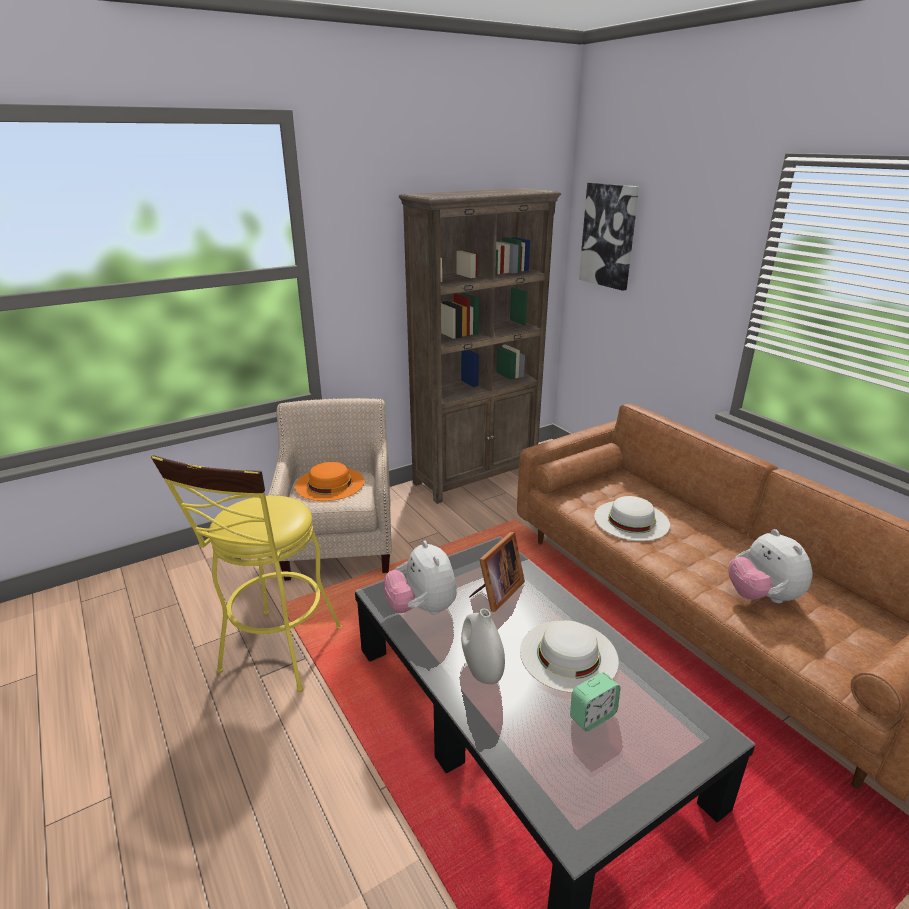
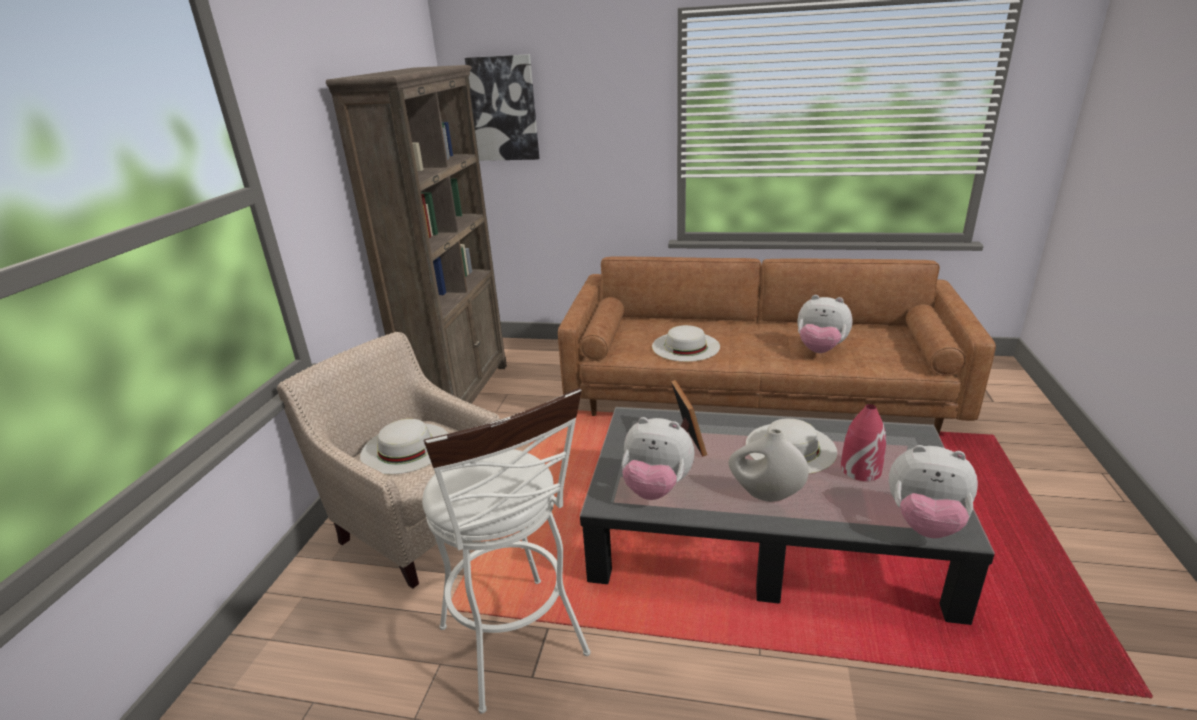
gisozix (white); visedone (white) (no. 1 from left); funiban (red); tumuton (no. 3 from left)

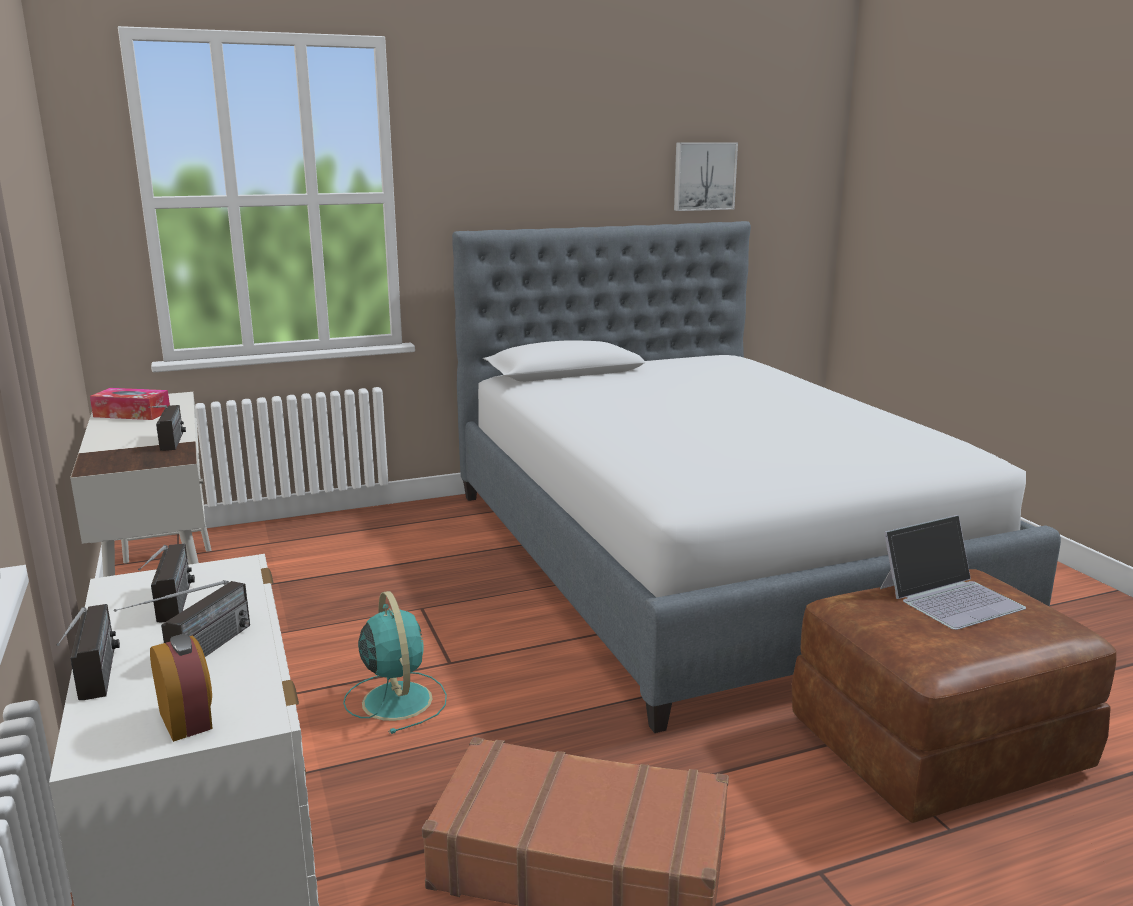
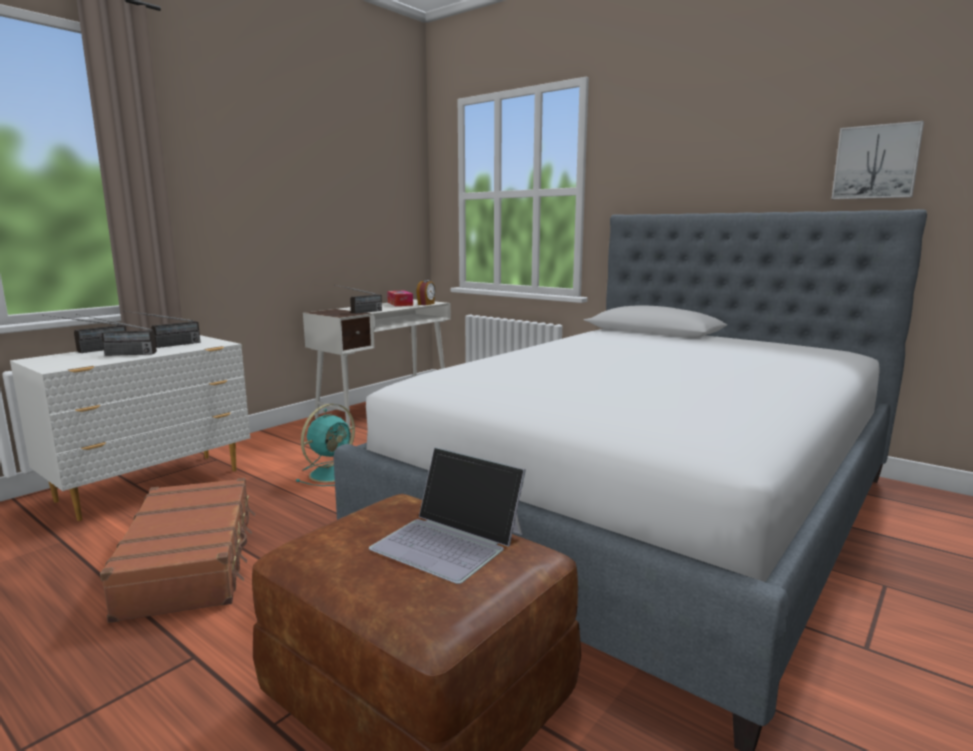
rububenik

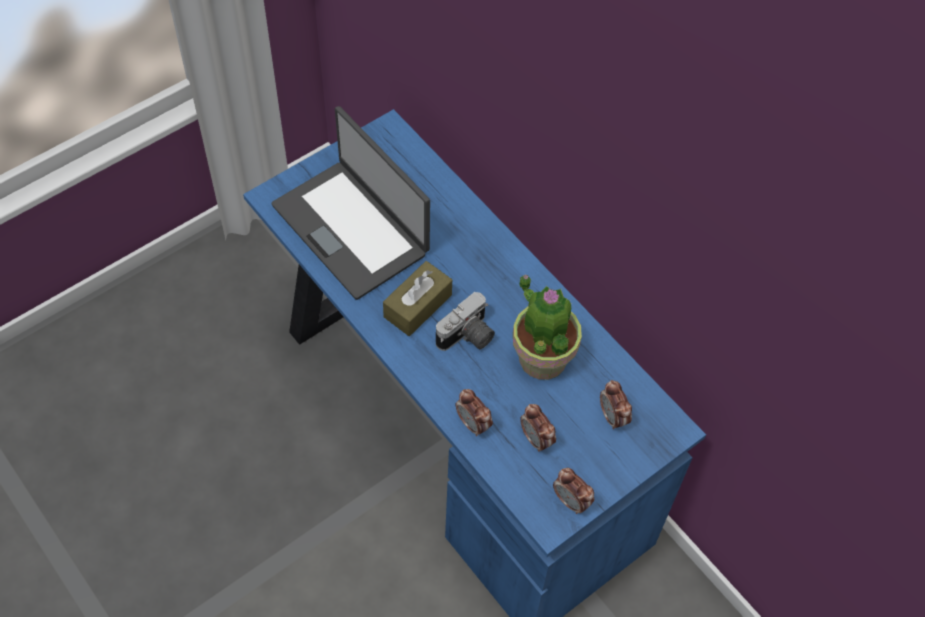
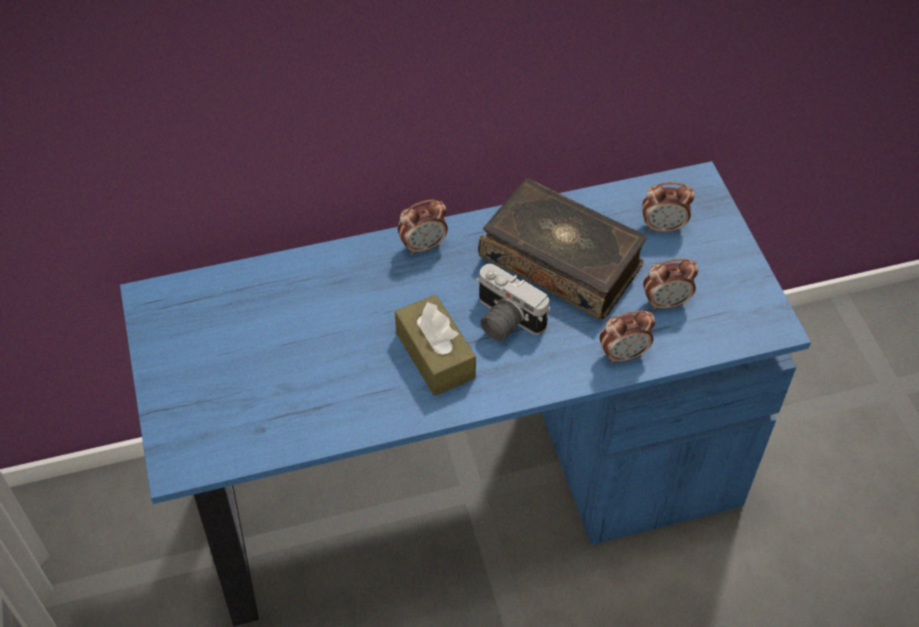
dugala; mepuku; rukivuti; rububenik (no. 1 from left)

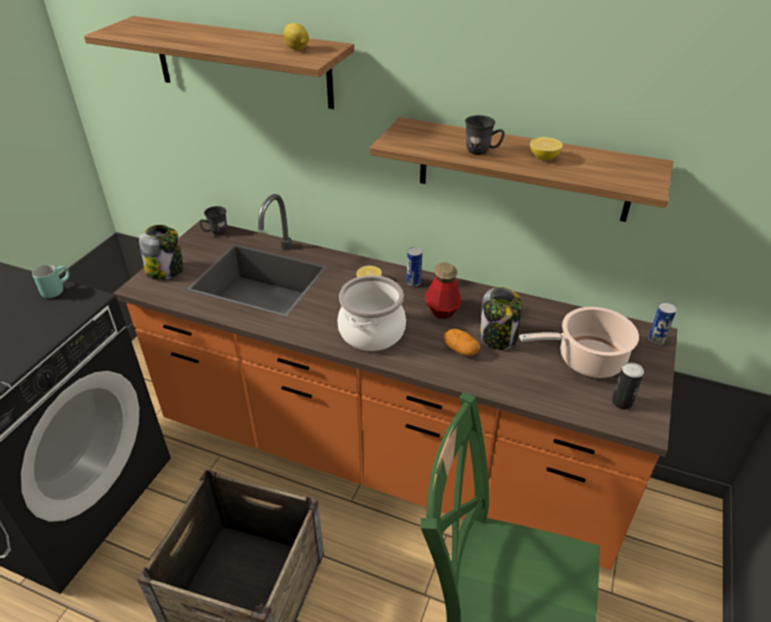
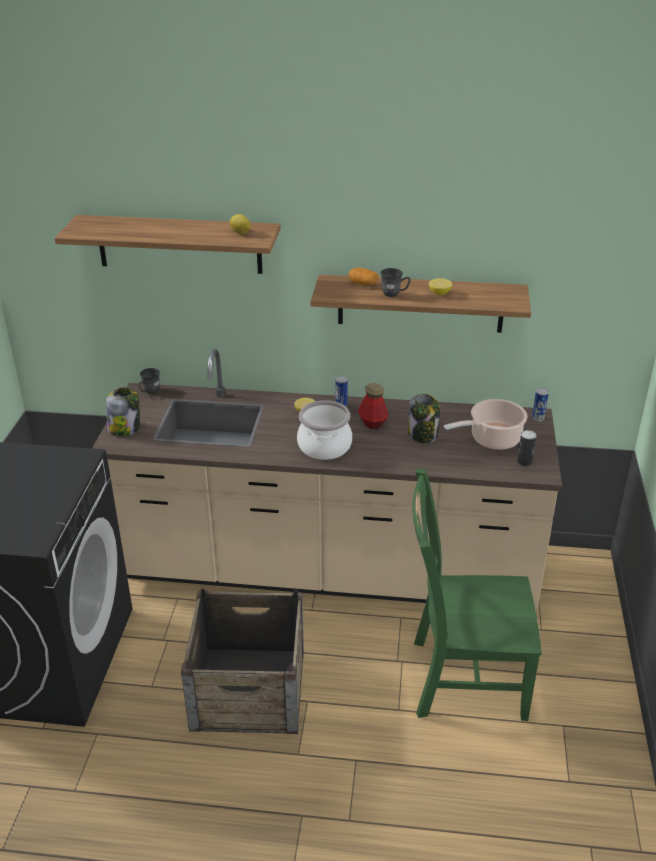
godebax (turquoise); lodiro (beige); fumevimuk

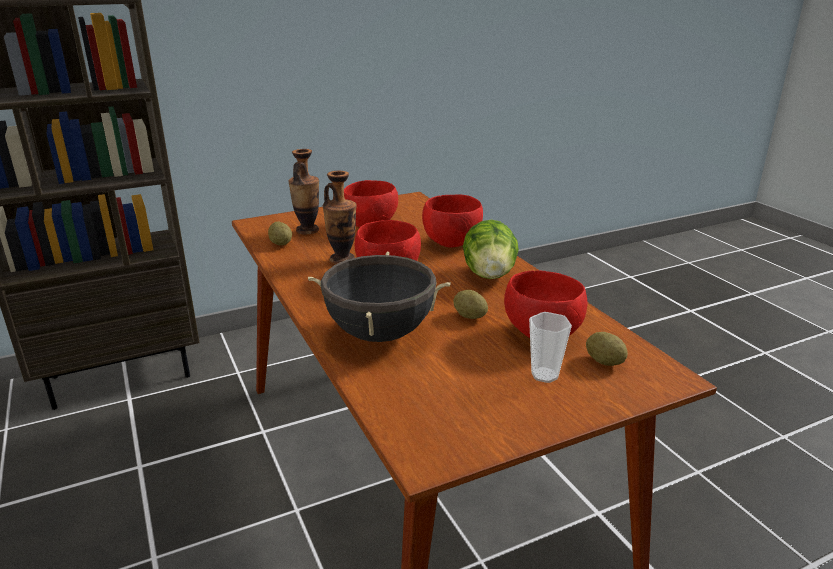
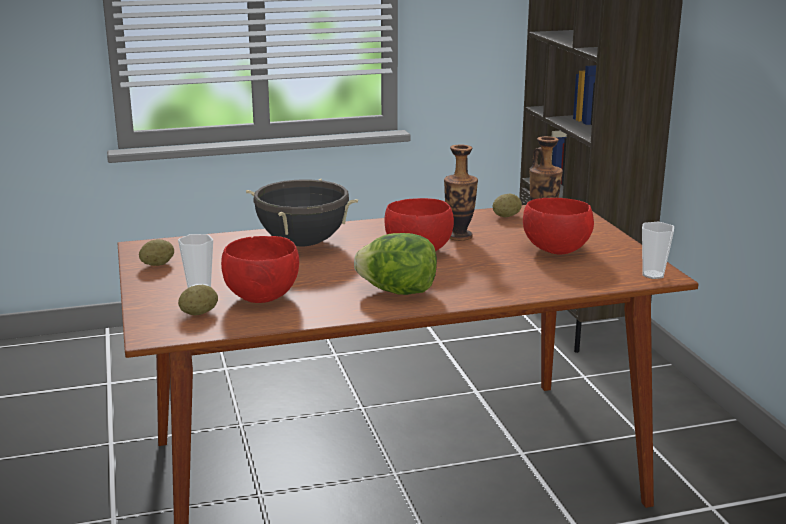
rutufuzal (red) (no. 3 from left in the first image); fumevimuk (no. 1 from left); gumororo (no. 2 from left)

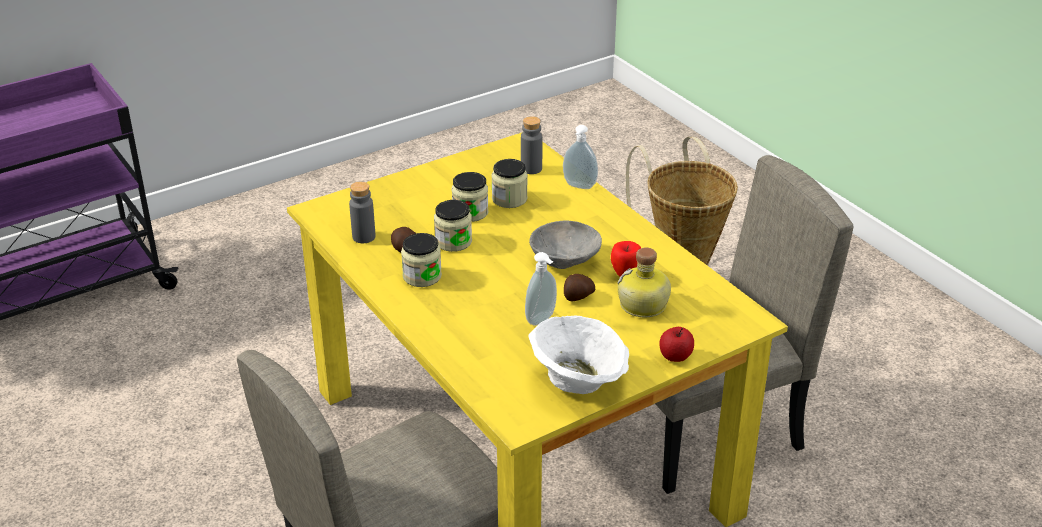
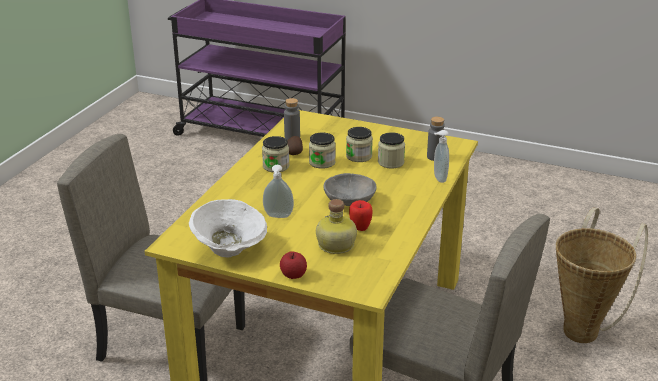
fumevimuk (no. 2 from left in the first image)

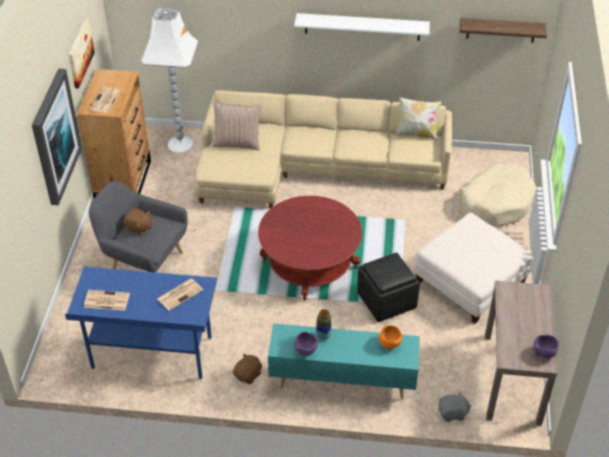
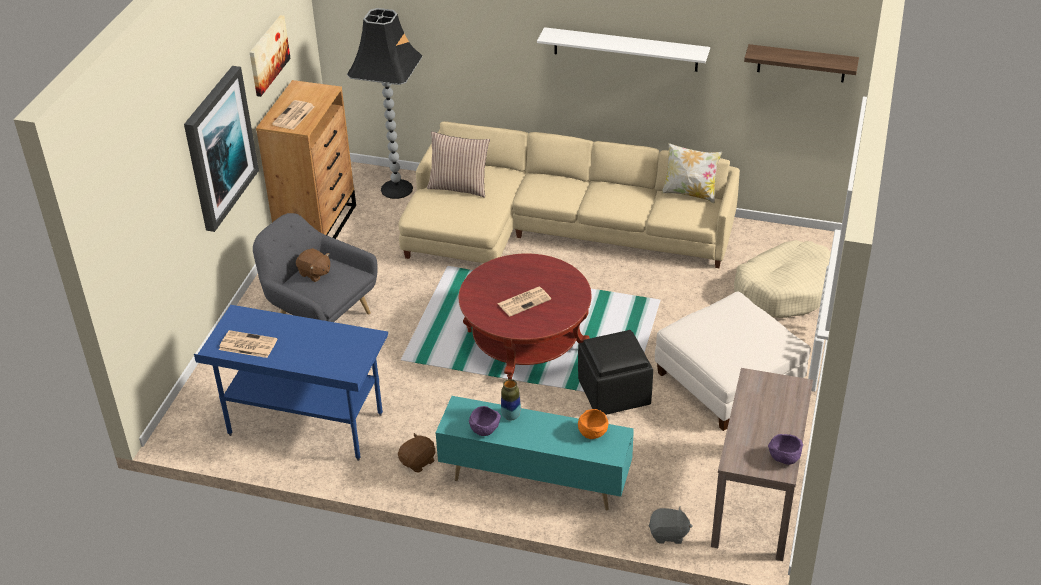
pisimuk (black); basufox (no. 3 from left)

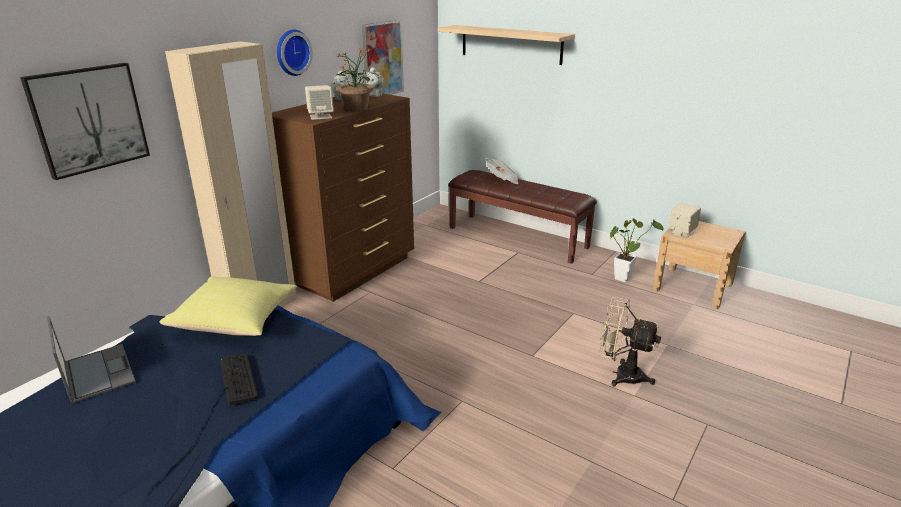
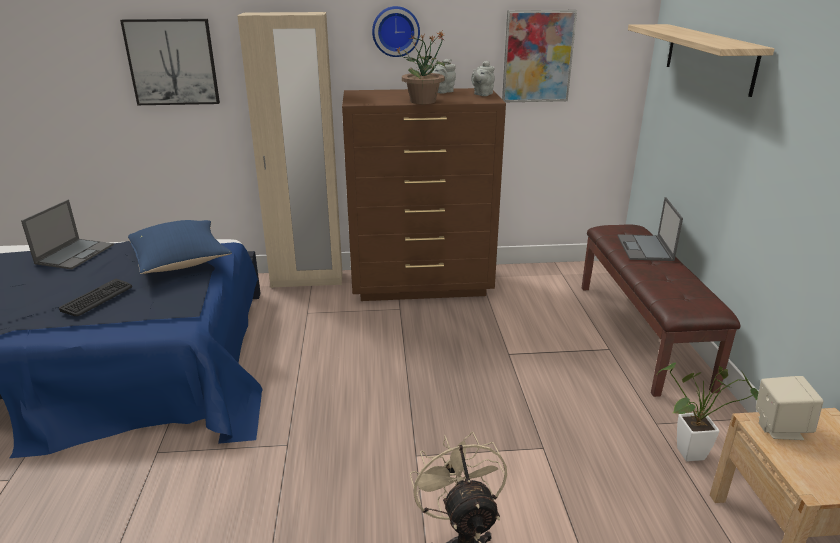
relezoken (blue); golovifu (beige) (no. 1 from left in the first image); dugala (no. 2 from left)

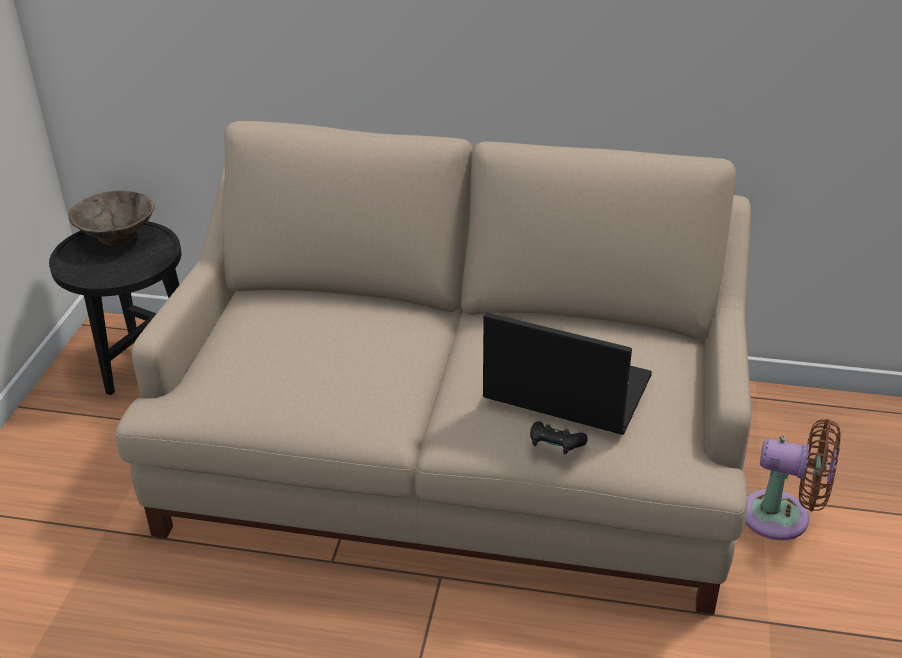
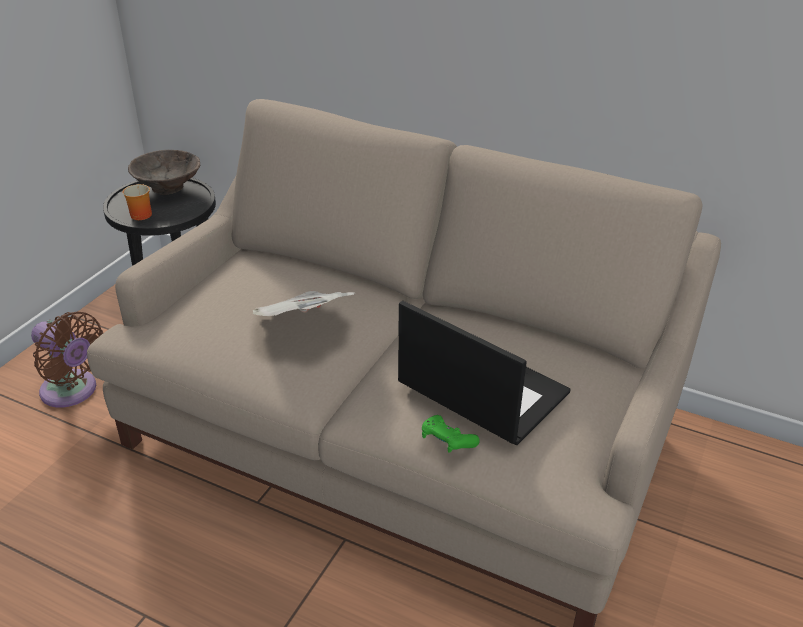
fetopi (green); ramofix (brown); godebax; basufox

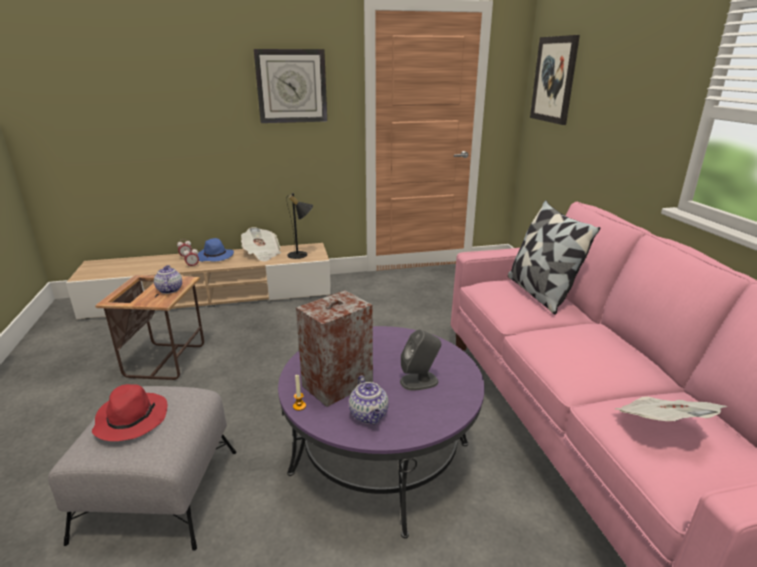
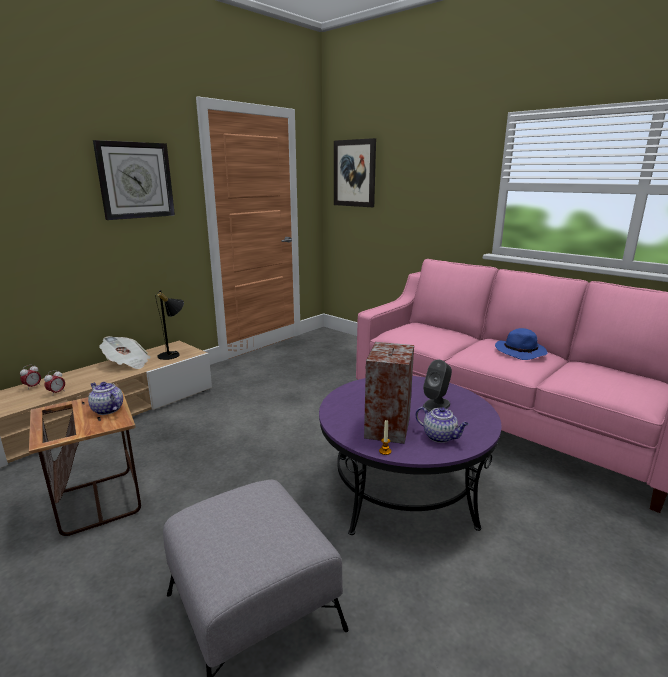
visedone (red); visedone (blue); relezoken; basufox (no. 2 from left in the first image)

